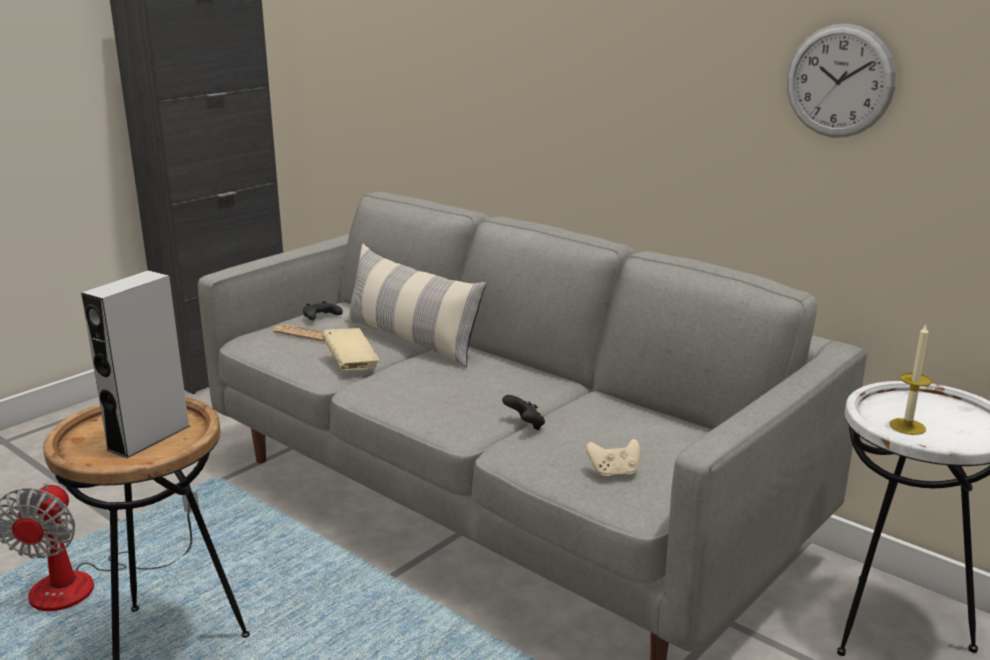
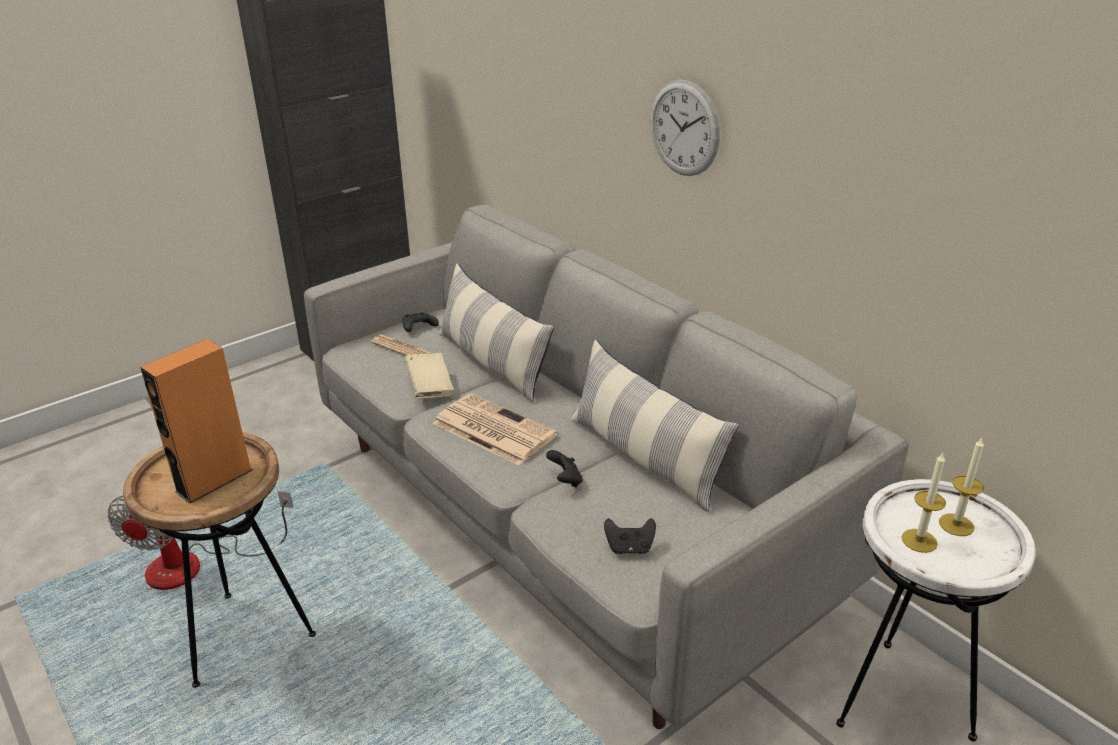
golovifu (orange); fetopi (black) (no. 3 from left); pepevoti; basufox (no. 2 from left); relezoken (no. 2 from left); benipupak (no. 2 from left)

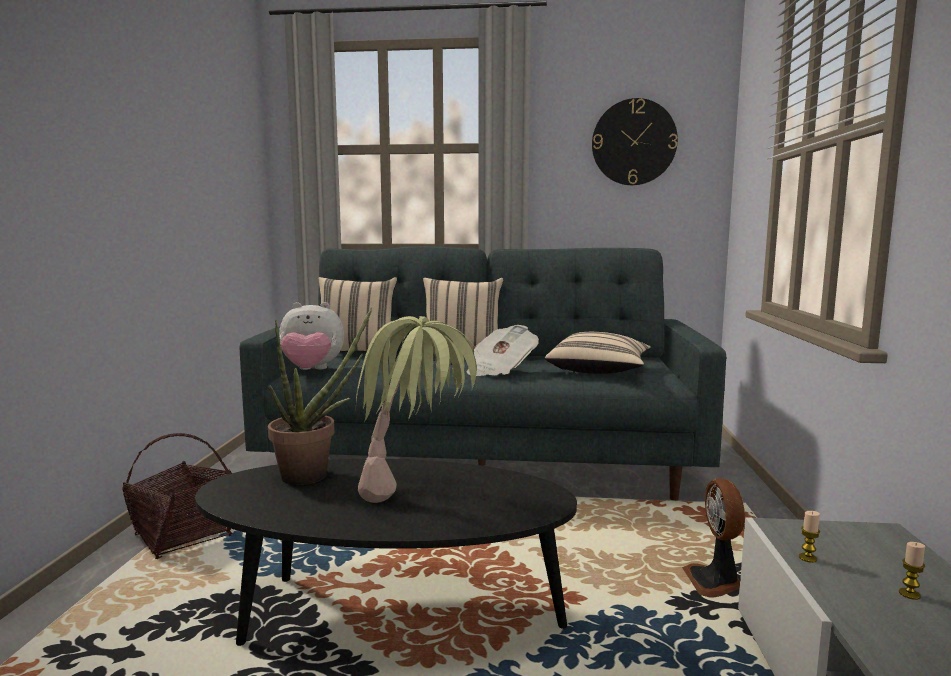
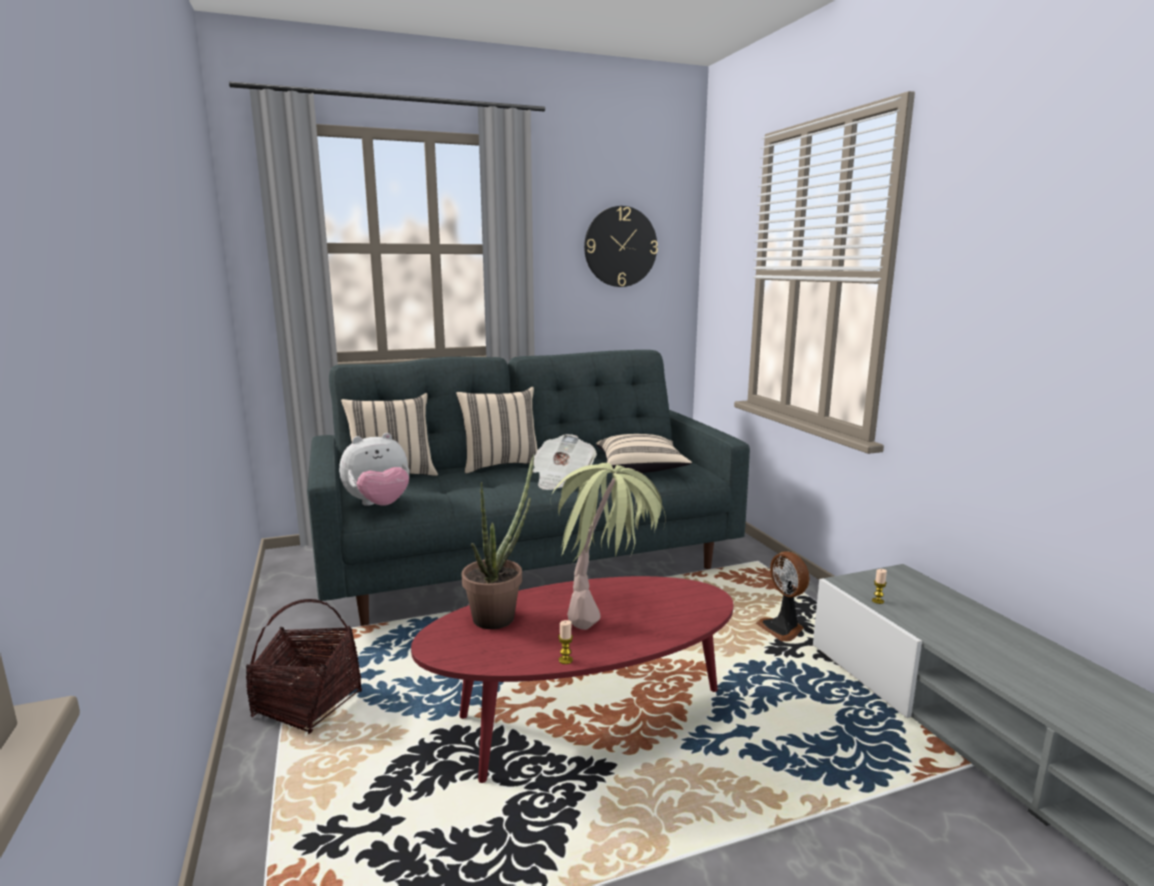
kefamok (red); benipupak (no. 1 from left)

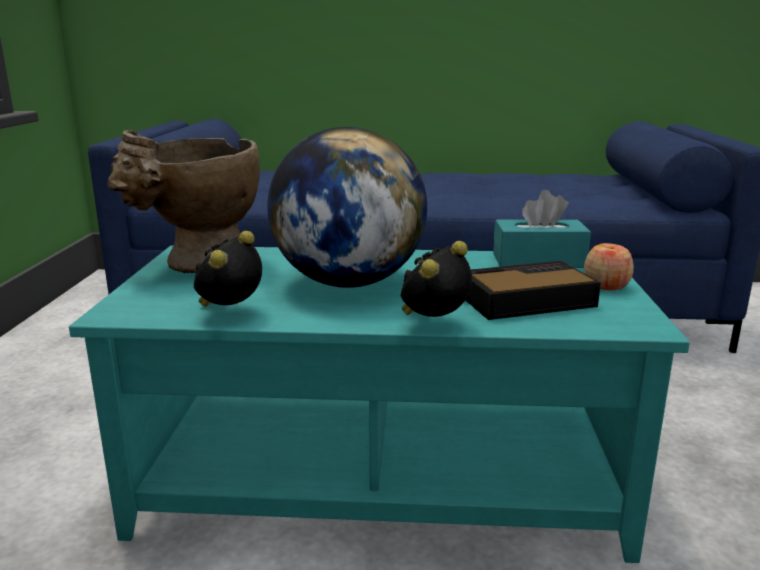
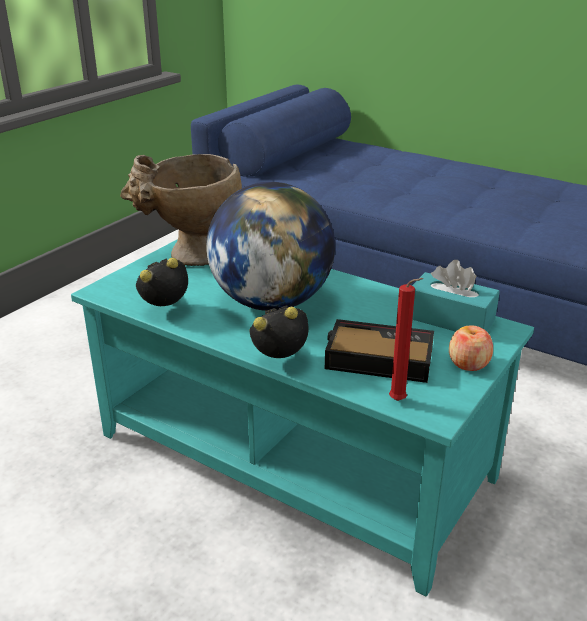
benipupak (red)

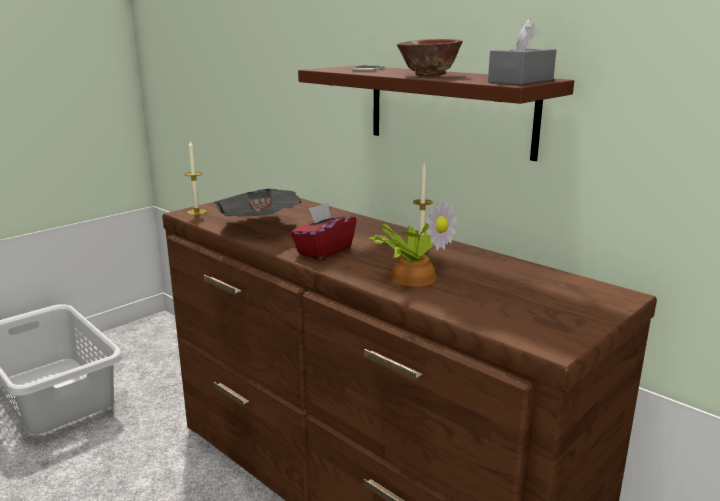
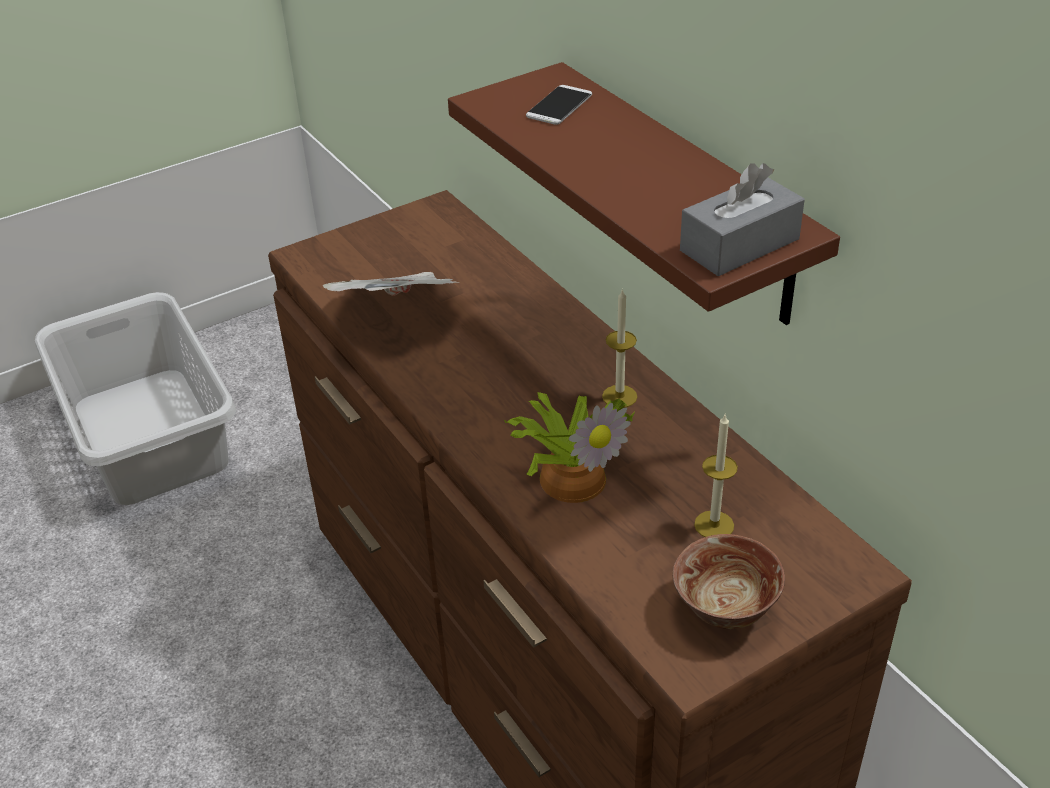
benipupak (no. 2 from left); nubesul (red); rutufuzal

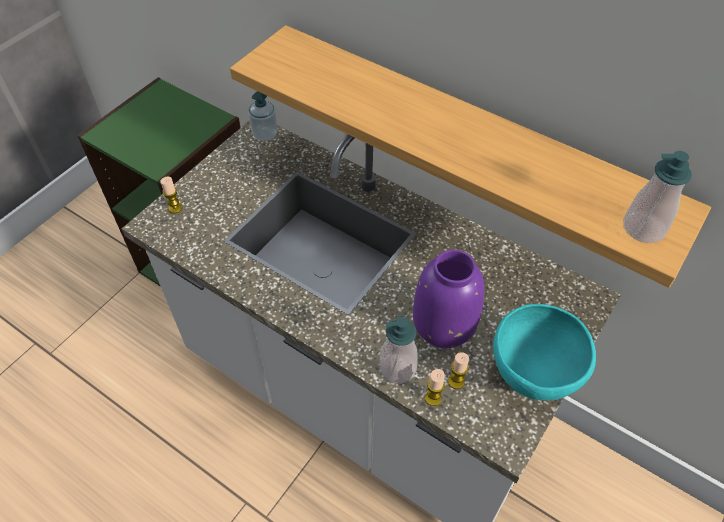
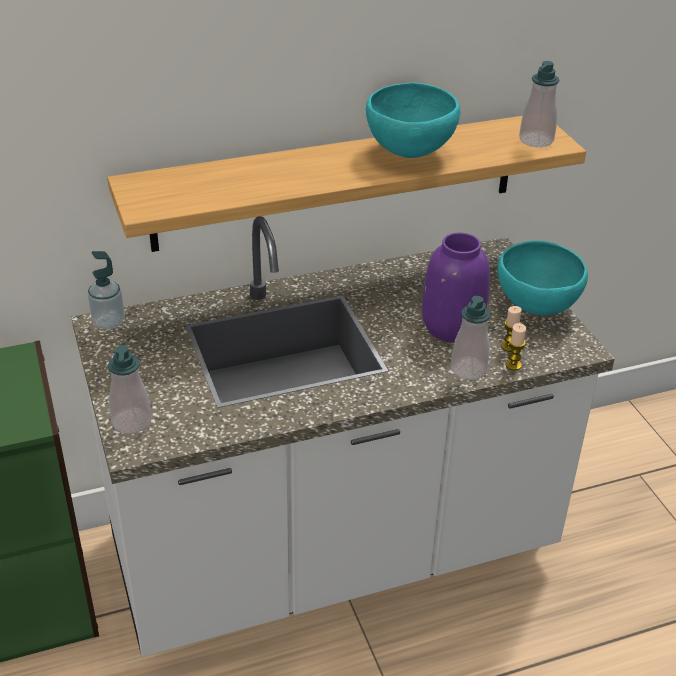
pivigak (no. 2 from left); rutufuzal (turquoise) (no. 1 from left)

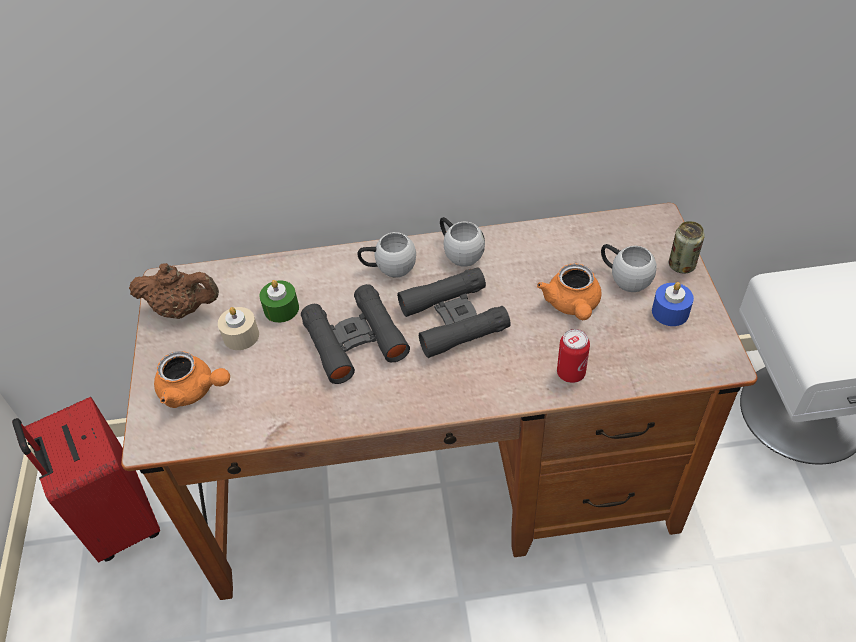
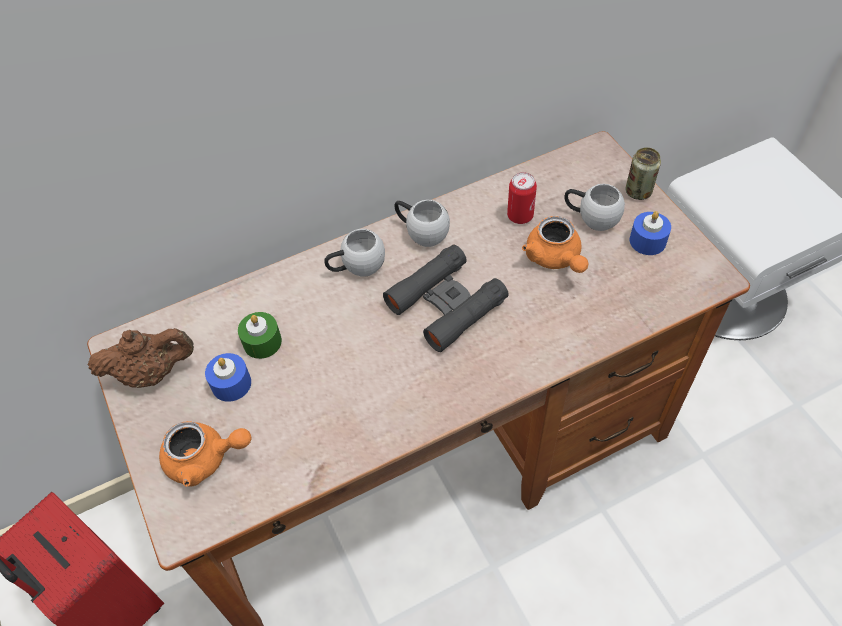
benipupak (blue) (no. 1 from left); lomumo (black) (no. 1 from left in the first image); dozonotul (no. 1 from left)

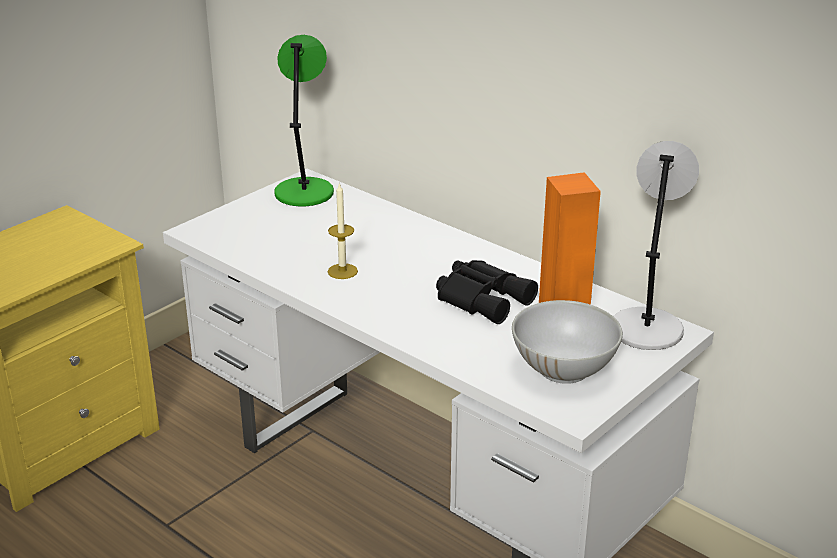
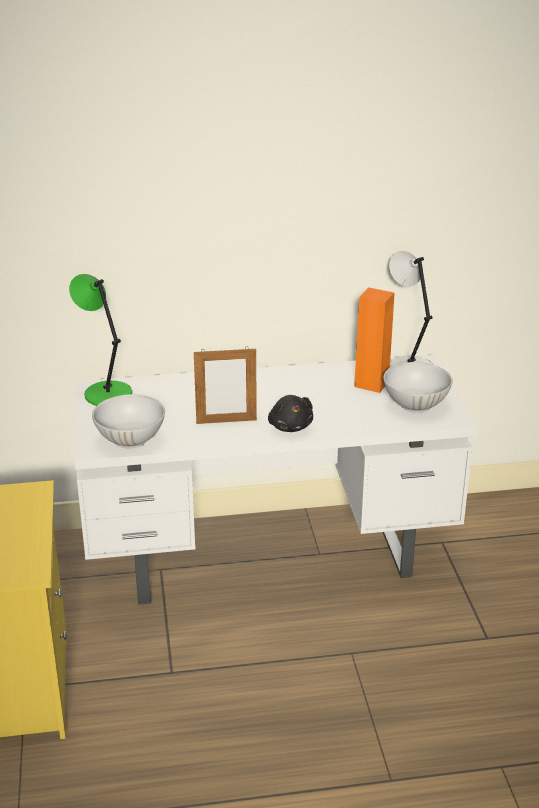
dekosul; lomumo (black); rutufuzal (white) (no. 1 from left); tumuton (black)

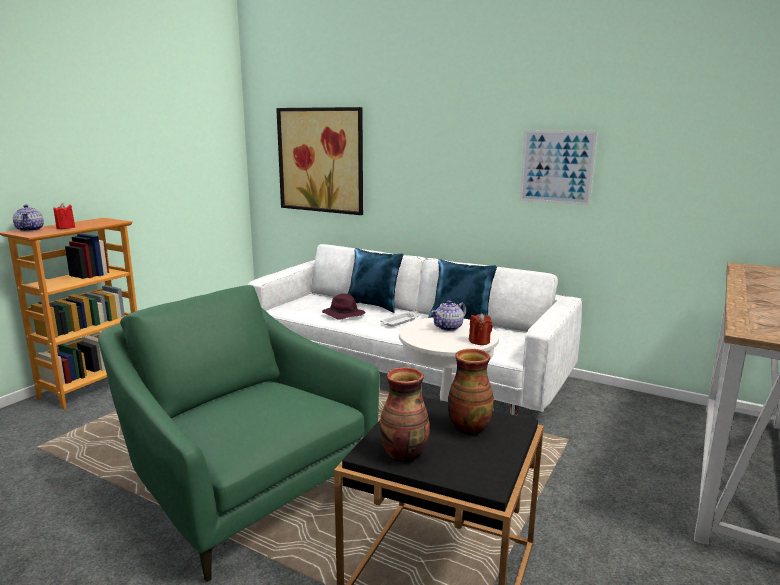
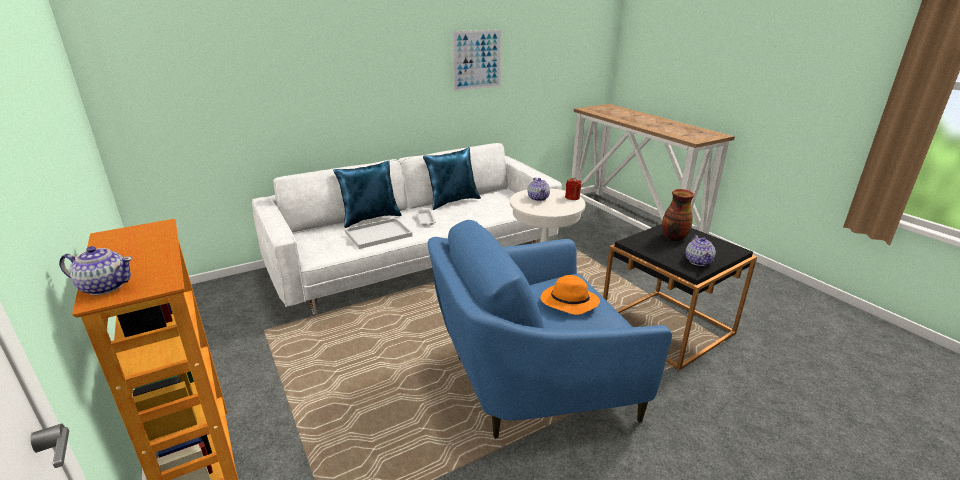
benipupak (red) (no. 1 from left in the first image); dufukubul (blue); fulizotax (no. 1 from left in the first image); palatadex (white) (no. 1 from left); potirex (no. 3 from left); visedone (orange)

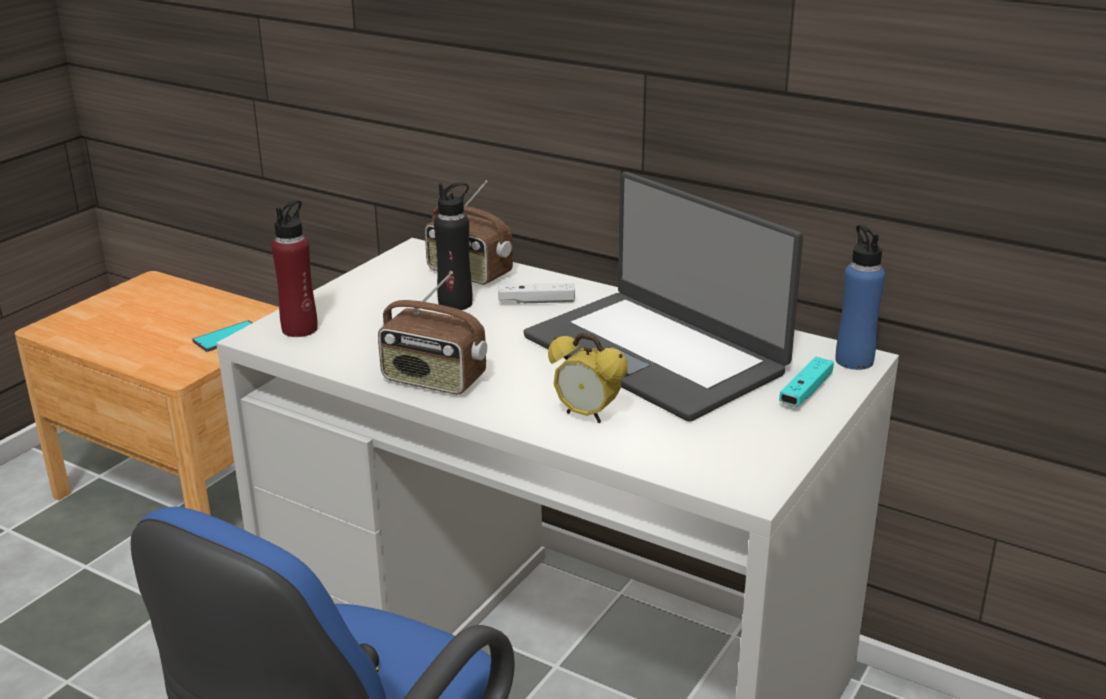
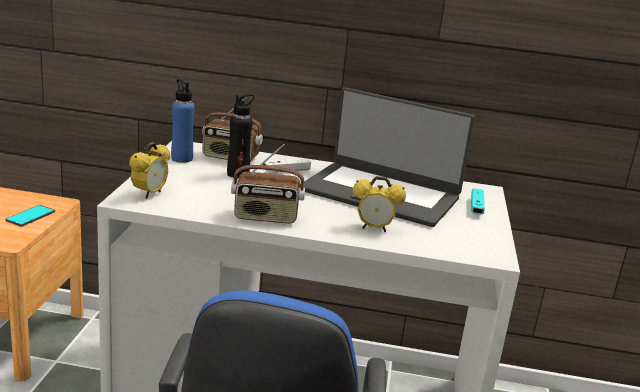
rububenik (no. 1 from left); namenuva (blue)

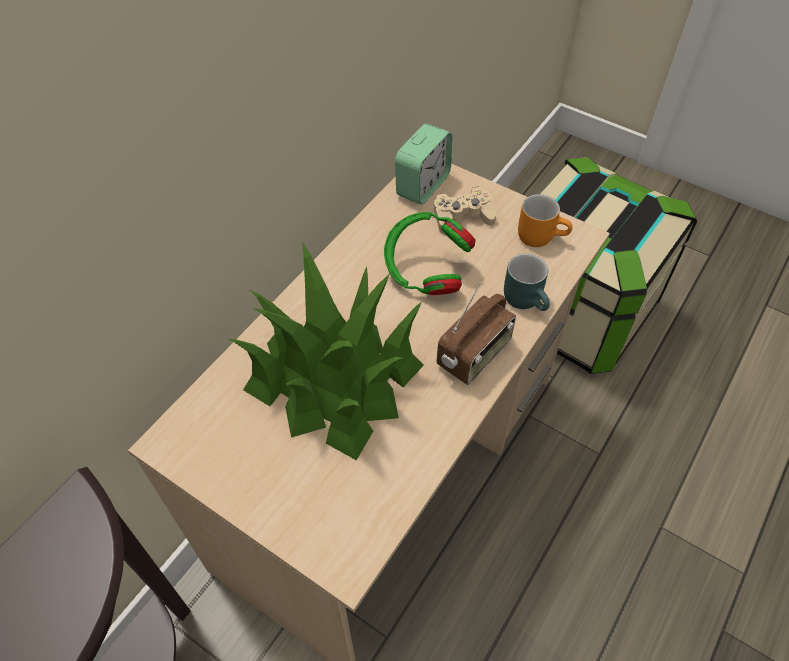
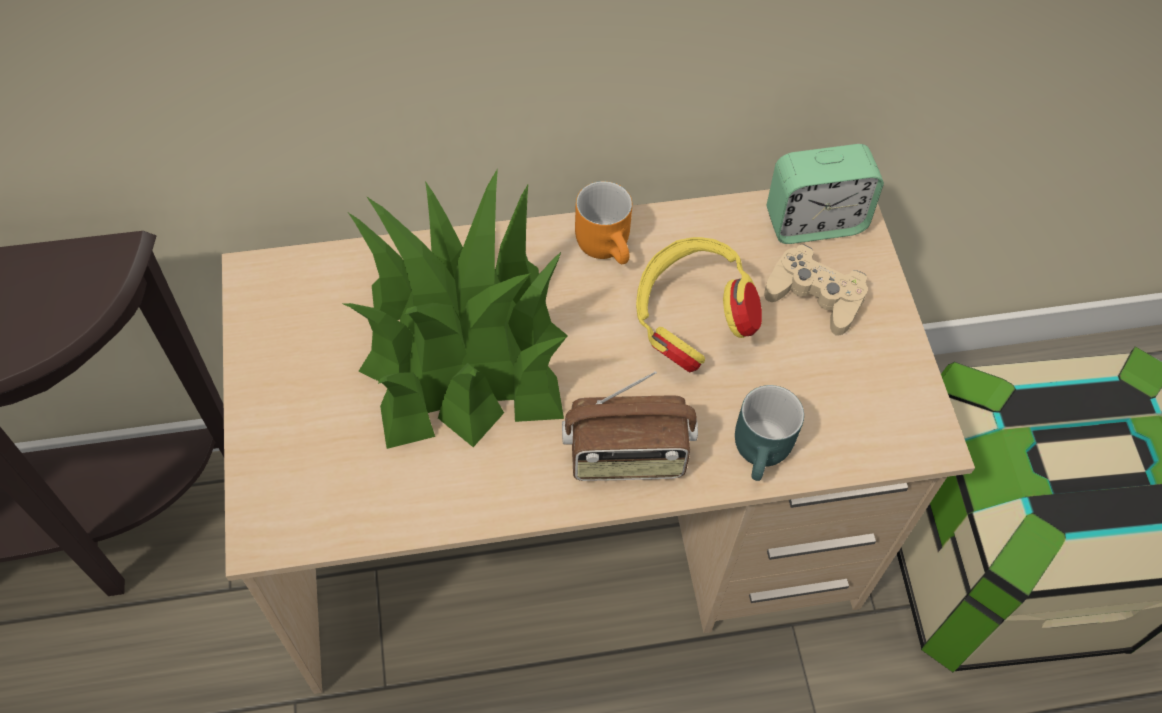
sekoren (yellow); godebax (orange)

